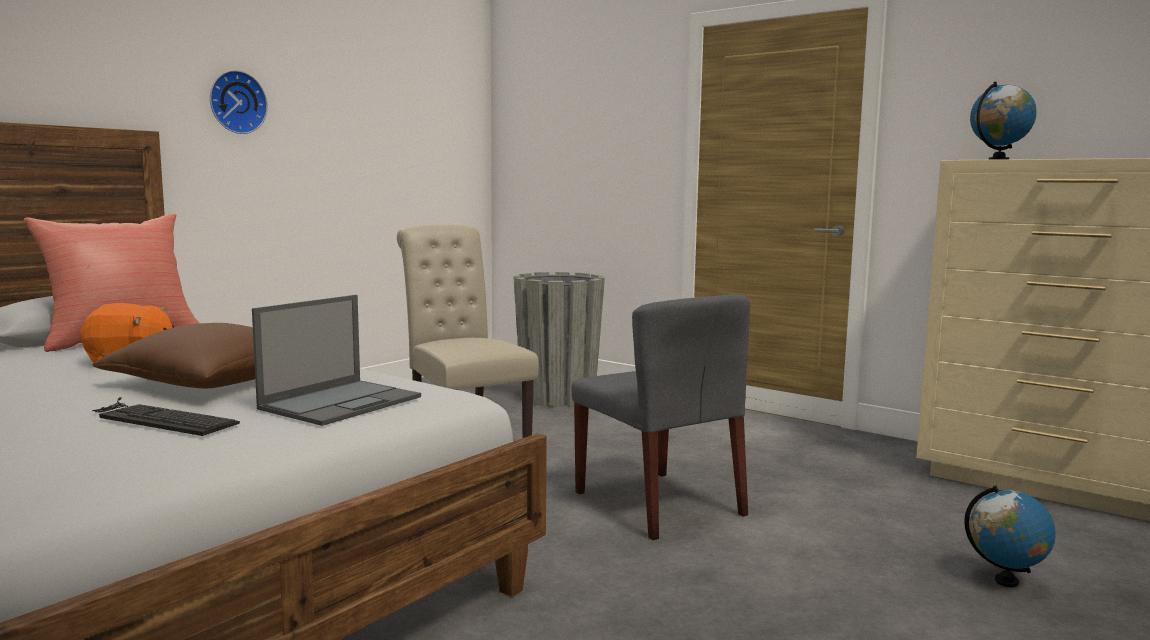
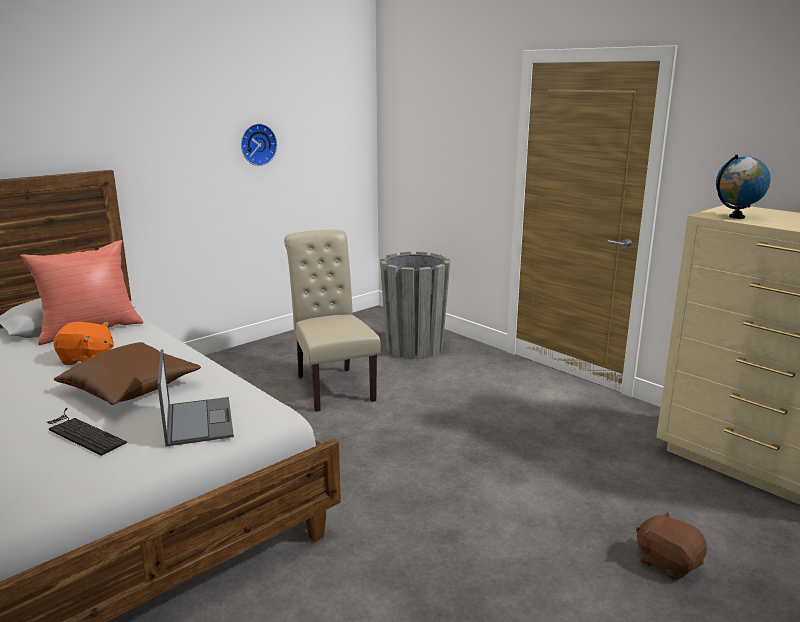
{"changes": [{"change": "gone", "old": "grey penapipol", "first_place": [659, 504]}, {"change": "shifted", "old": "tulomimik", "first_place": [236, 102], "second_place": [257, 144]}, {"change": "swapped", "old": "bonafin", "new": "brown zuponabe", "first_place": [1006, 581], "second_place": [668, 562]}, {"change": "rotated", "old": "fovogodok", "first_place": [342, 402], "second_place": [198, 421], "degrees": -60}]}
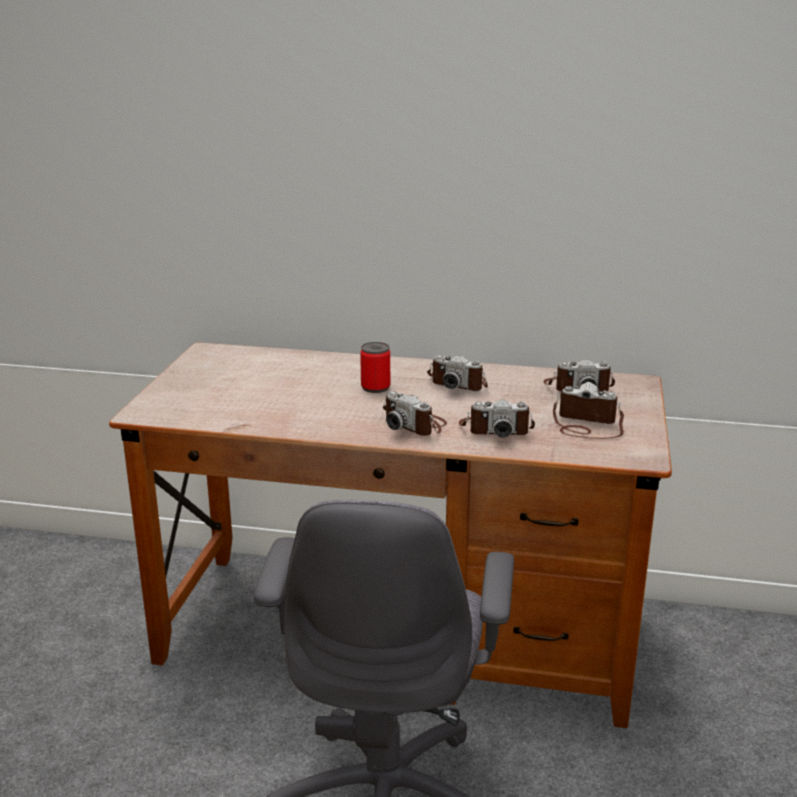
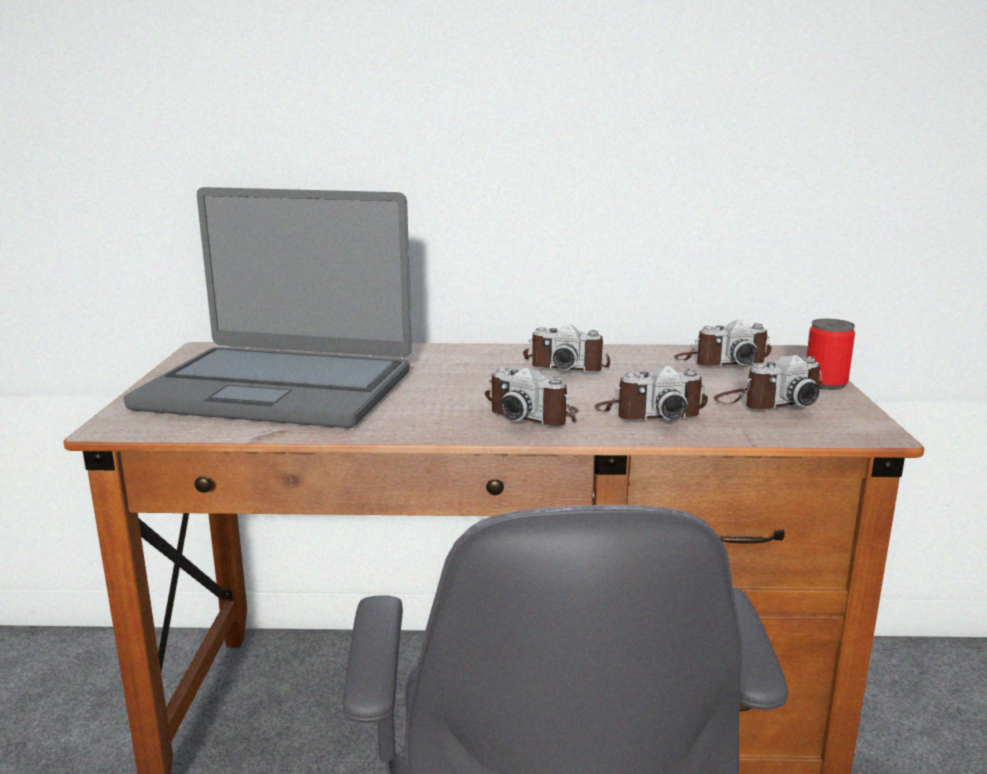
{"changes": [{"change": "new", "new": "fovogodok", "second_place": [279, 388]}, {"change": "shifted", "old": "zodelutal", "first_place": [375, 387], "second_place": [825, 384]}, {"change": "rotated", "old": "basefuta", "first_place": [586, 426], "second_place": [767, 402], "degrees": 150}]}
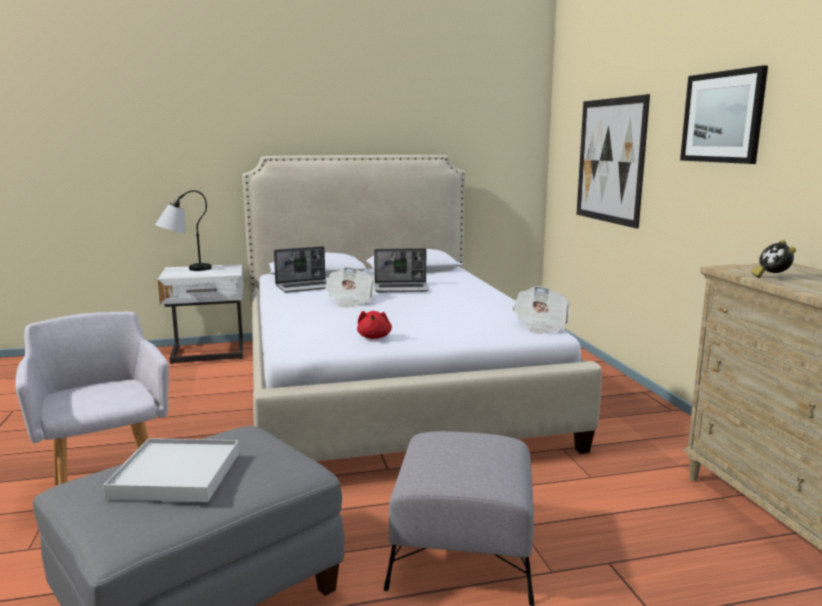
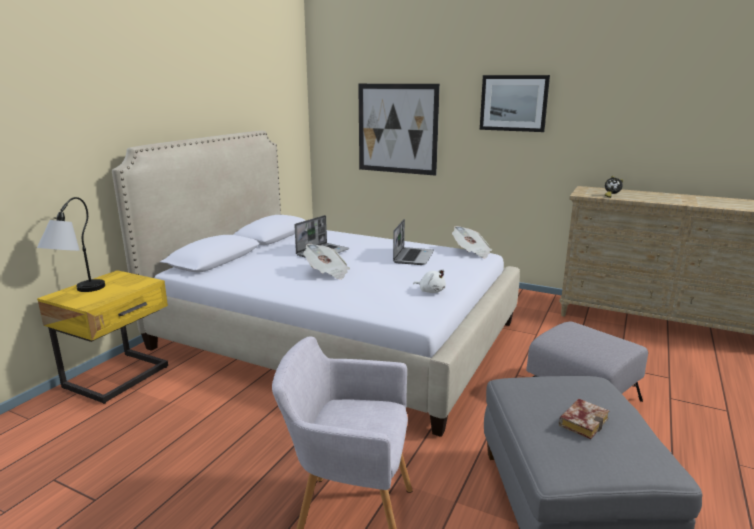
{"changes": [{"change": "shifted", "old": "fovogodok", "first_place": [306, 287], "second_place": [413, 257]}, {"change": "swapped", "old": "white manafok", "new": "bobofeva", "first_place": [177, 474], "second_place": [582, 421]}, {"change": "repainted", "old": "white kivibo", "new": "yellow kivibo", "first_place": [208, 354], "second_place": [119, 377]}, {"change": "repainted", "old": "red zuponabe", "new": "white zuponabe", "first_place": [374, 337], "second_place": [430, 291]}]}
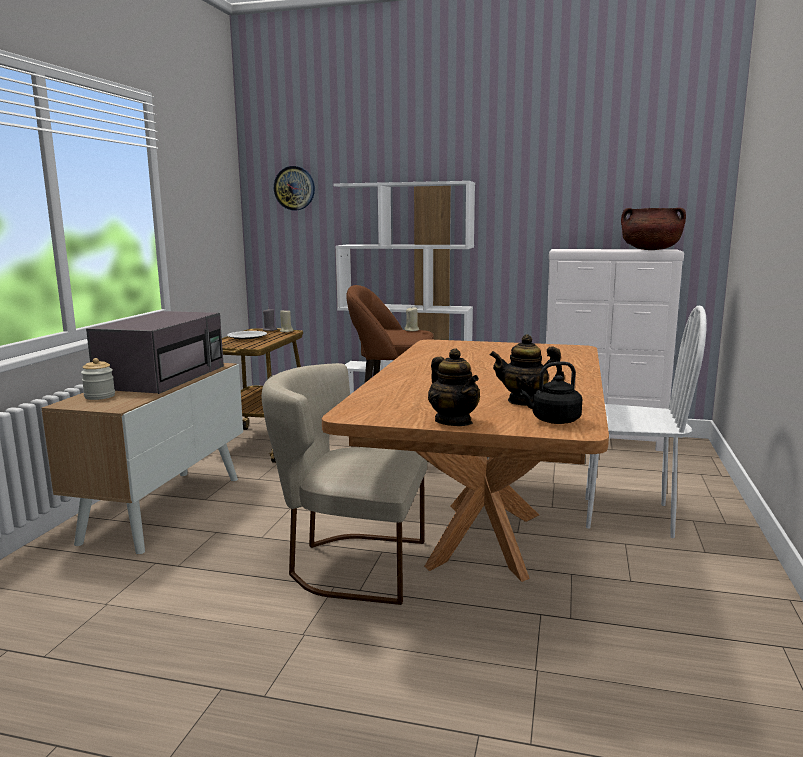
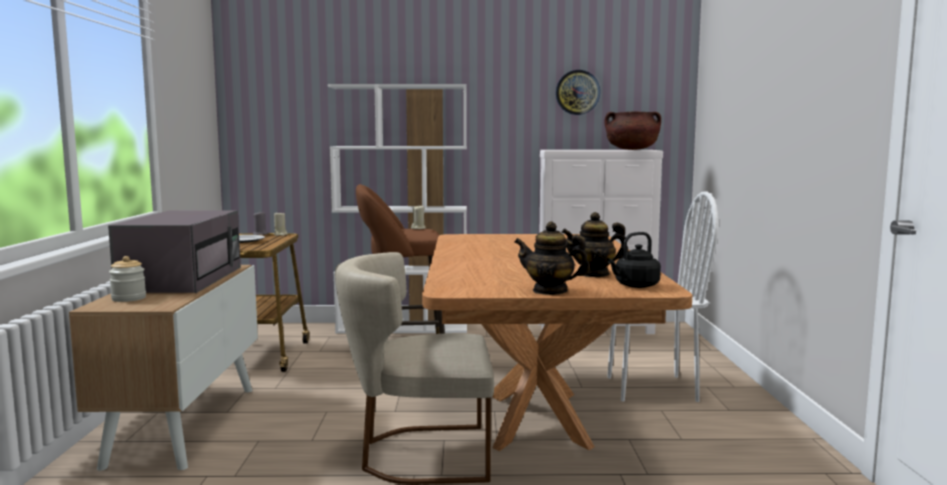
{"changes": [{"change": "shifted", "old": "tulomimik", "first_place": [294, 188], "second_place": [577, 92]}, {"change": "rotated", "old": "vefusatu", "first_place": [453, 421], "second_place": [550, 291], "degrees": 150}]}
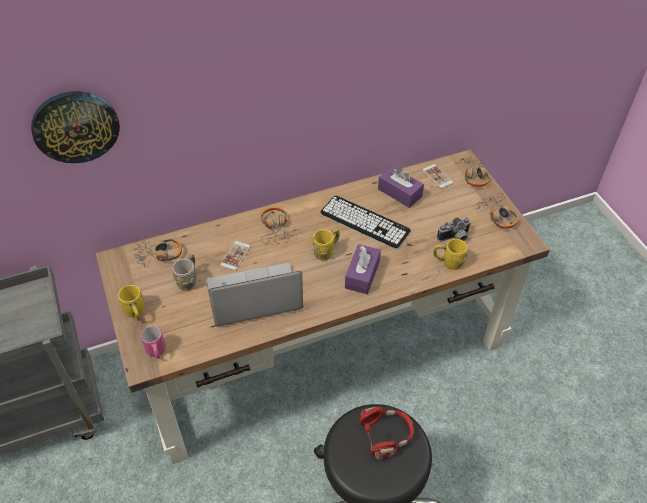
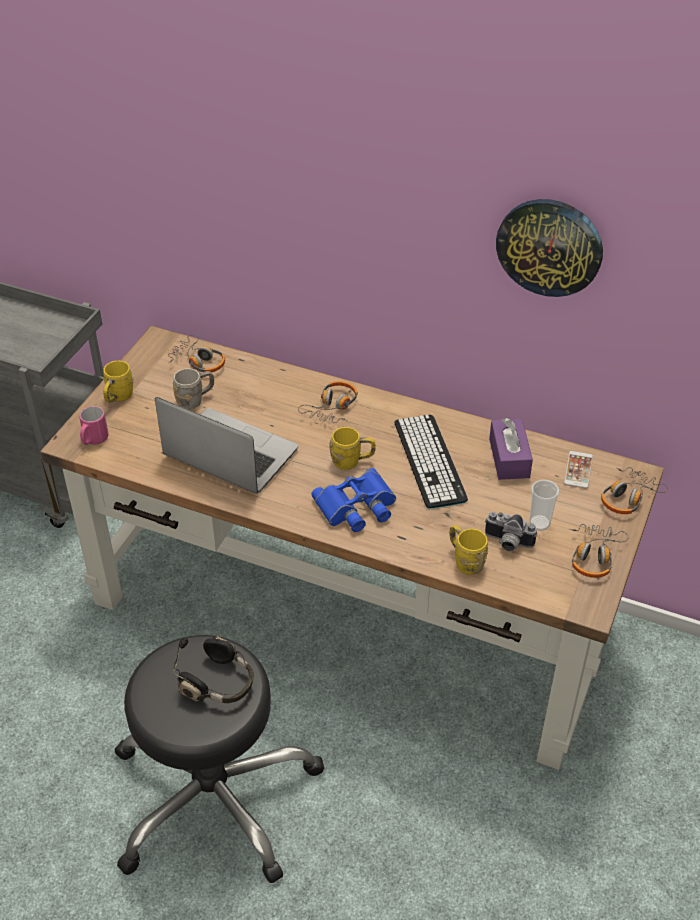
{"changes": [{"change": "gone", "old": "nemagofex", "first_place": [235, 256]}, {"change": "new", "new": "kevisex", "second_place": [539, 523]}, {"change": "shifted", "old": "tulomimik", "first_place": [75, 126], "second_place": [549, 246]}, {"change": "swapped", "old": "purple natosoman", "new": "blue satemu", "first_place": [362, 275], "second_place": [357, 507]}, {"change": "repainted", "old": "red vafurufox", "new": "black vafurufox", "first_place": [386, 435], "second_place": [219, 683]}]}
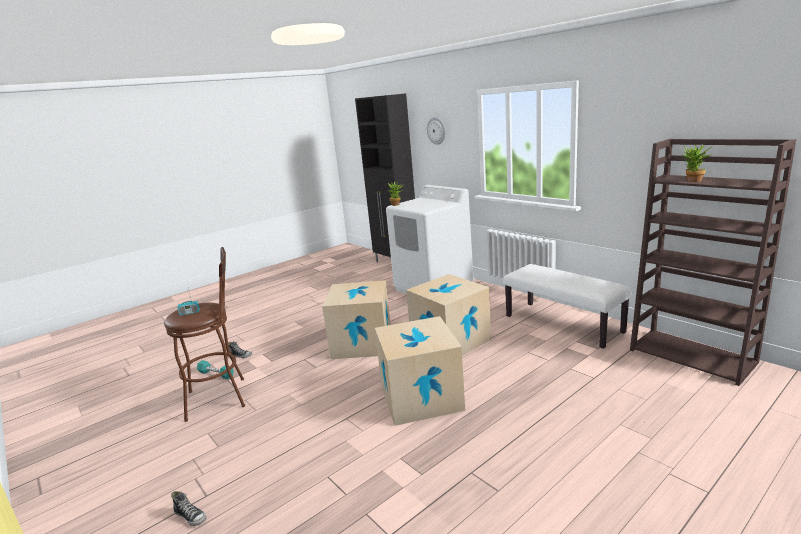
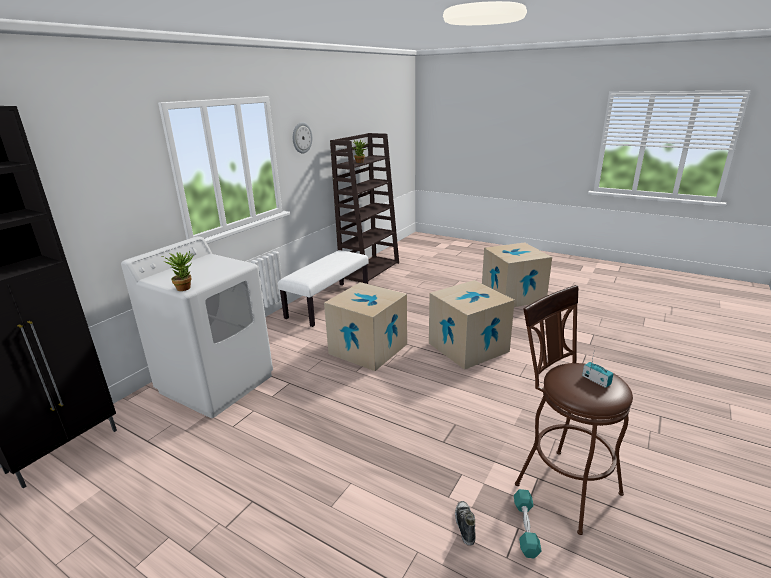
{"changes": [{"change": "gone", "old": "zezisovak", "first_place": [191, 516]}, {"change": "shifted", "old": "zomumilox", "first_place": [362, 343], "second_place": [512, 295]}, {"change": "shifted", "old": "tulomimik", "first_place": [436, 130], "second_place": [301, 137]}]}
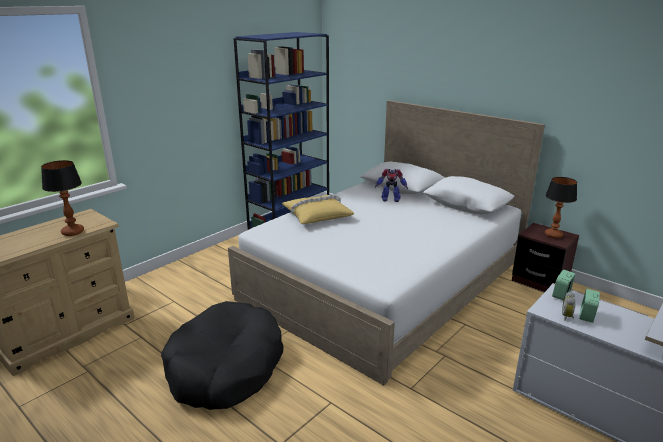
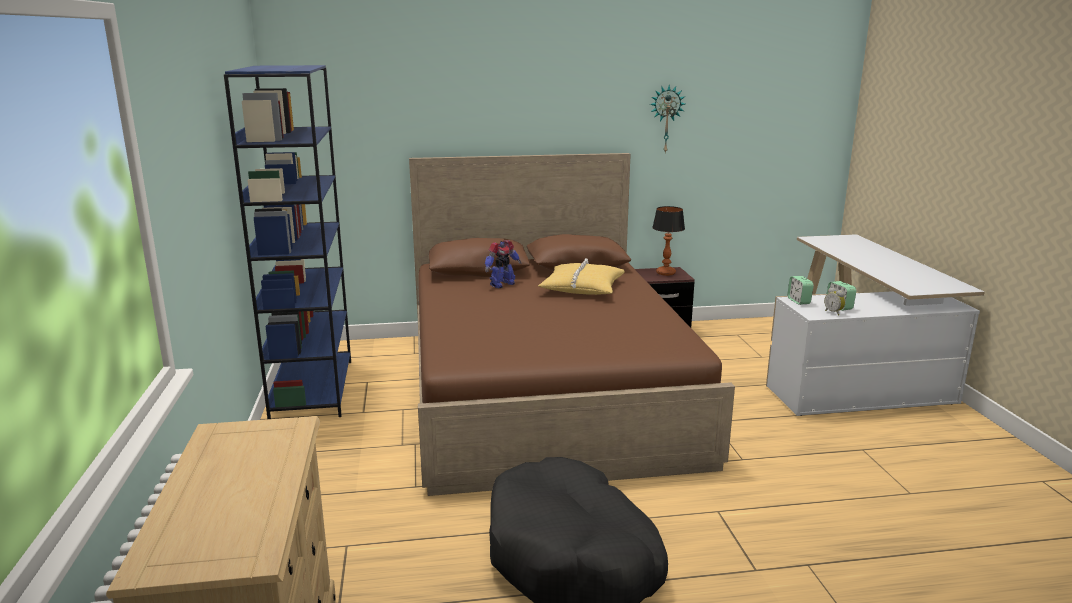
{"changes": [{"change": "gone", "old": "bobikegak", "first_place": [73, 232]}, {"change": "new", "new": "tulomimik", "second_place": [666, 119]}, {"change": "shifted", "old": "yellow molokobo", "first_place": [316, 215], "second_place": [582, 288]}, {"change": "repainted", "old": "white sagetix", "new": "brown sagetix", "first_place": [385, 281], "second_place": [546, 391]}]}
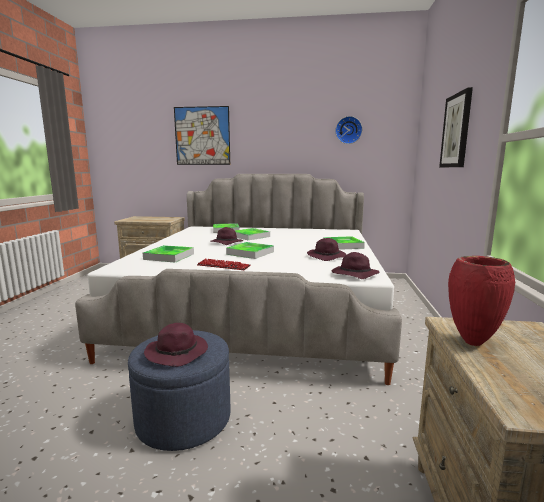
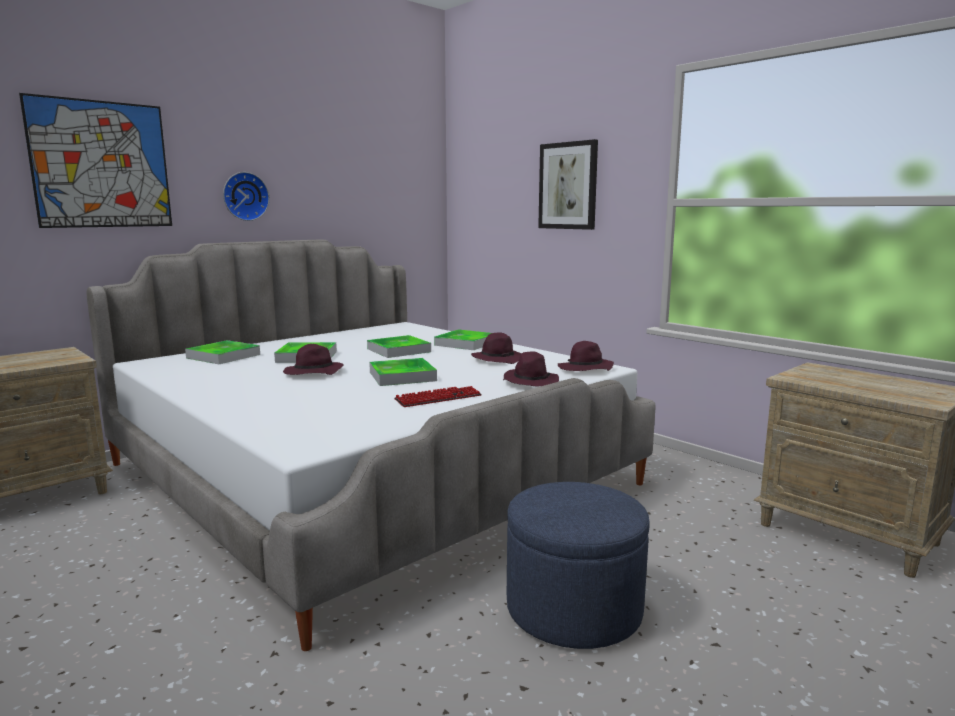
{"changes": [{"change": "gone", "old": "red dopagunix", "first_place": [471, 342]}, {"change": "shifted", "old": "manafok", "first_place": [169, 256], "second_place": [399, 350]}, {"change": "shifted", "old": "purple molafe", "first_place": [178, 352], "second_place": [530, 382]}, {"change": "shifted", "old": "tulomimik", "first_place": [348, 130], "second_place": [245, 196]}]}
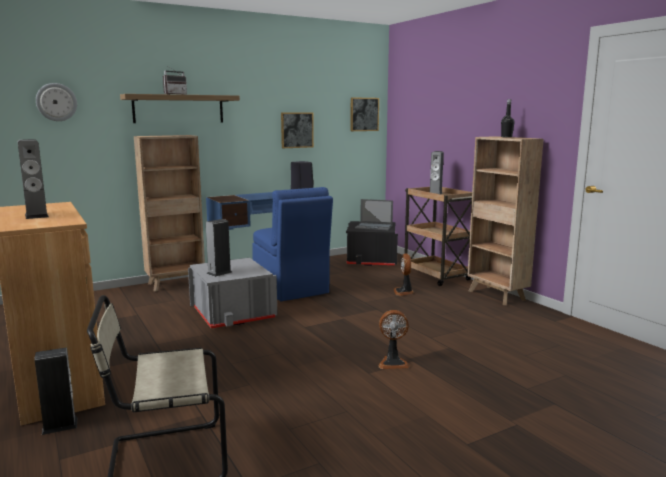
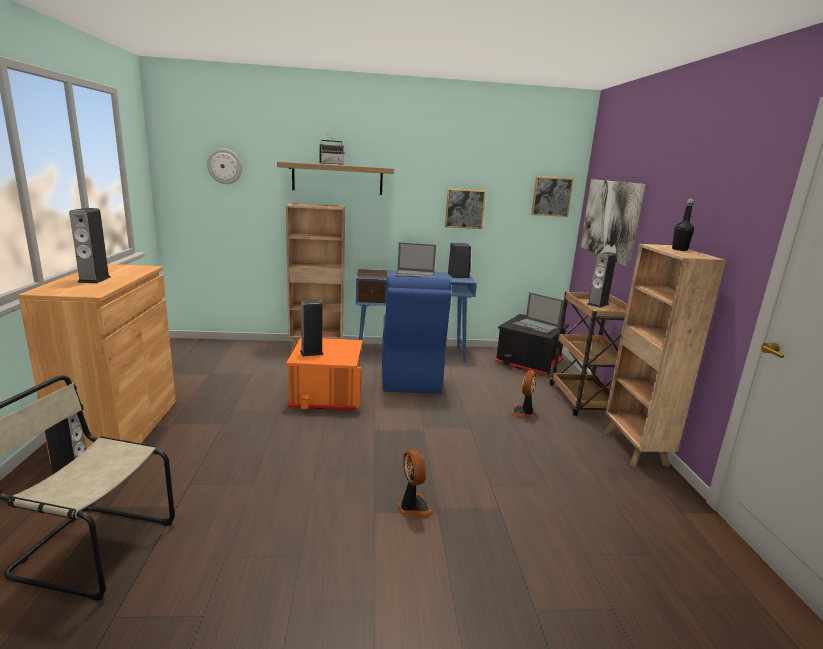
{"changes": [{"change": "new", "new": "fovogodok", "second_place": [415, 275]}, {"change": "new", "new": "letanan", "second_place": [610, 219]}, {"change": "repainted", "old": "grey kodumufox", "new": "orange kodumufox", "first_place": [233, 313], "second_place": [327, 394]}, {"change": "rotated", "old": "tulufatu", "first_place": [393, 363], "second_place": [413, 507], "degrees": -135}]}
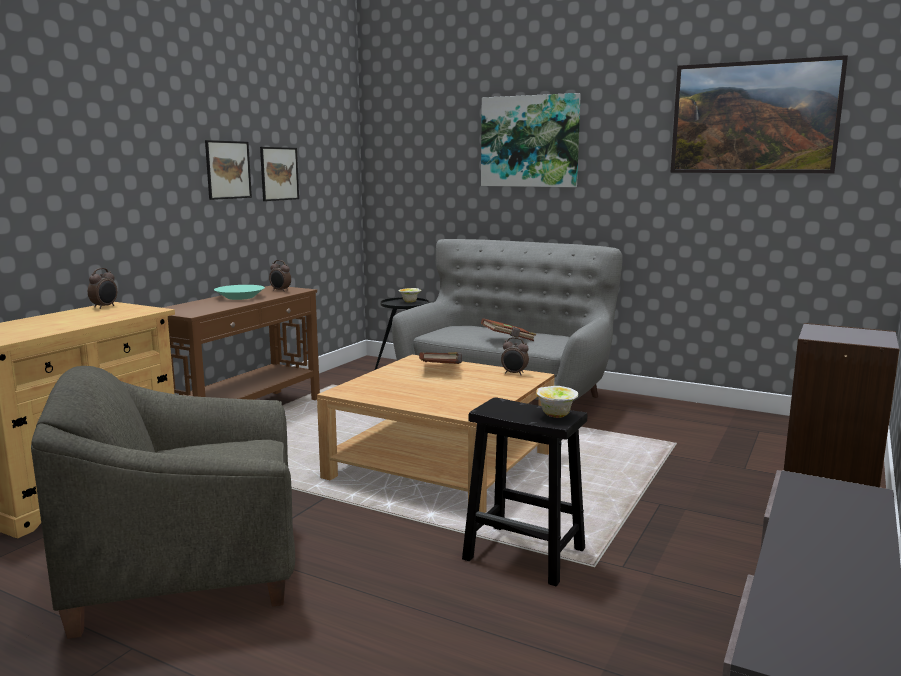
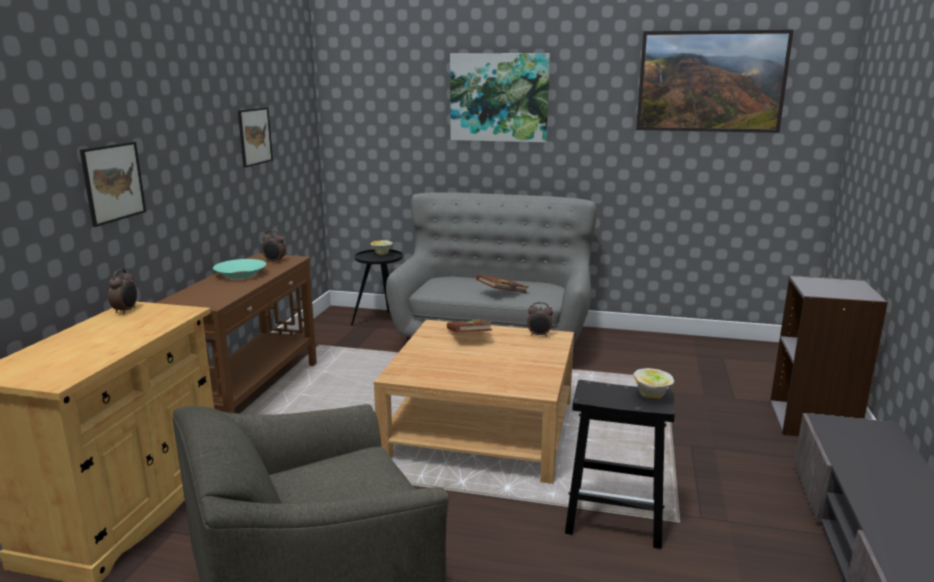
{"changes": [{"change": "shifted", "old": "letanan", "first_place": [228, 170], "second_place": [113, 182]}]}
